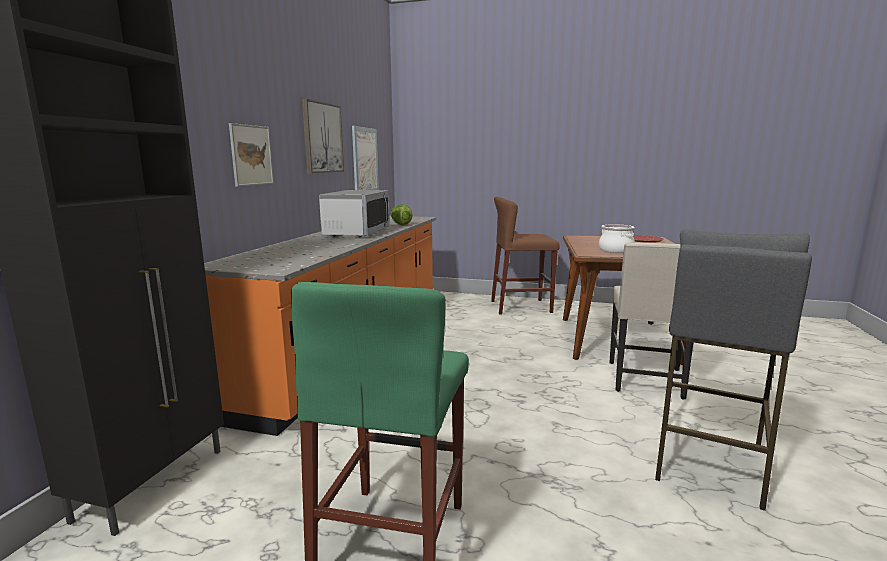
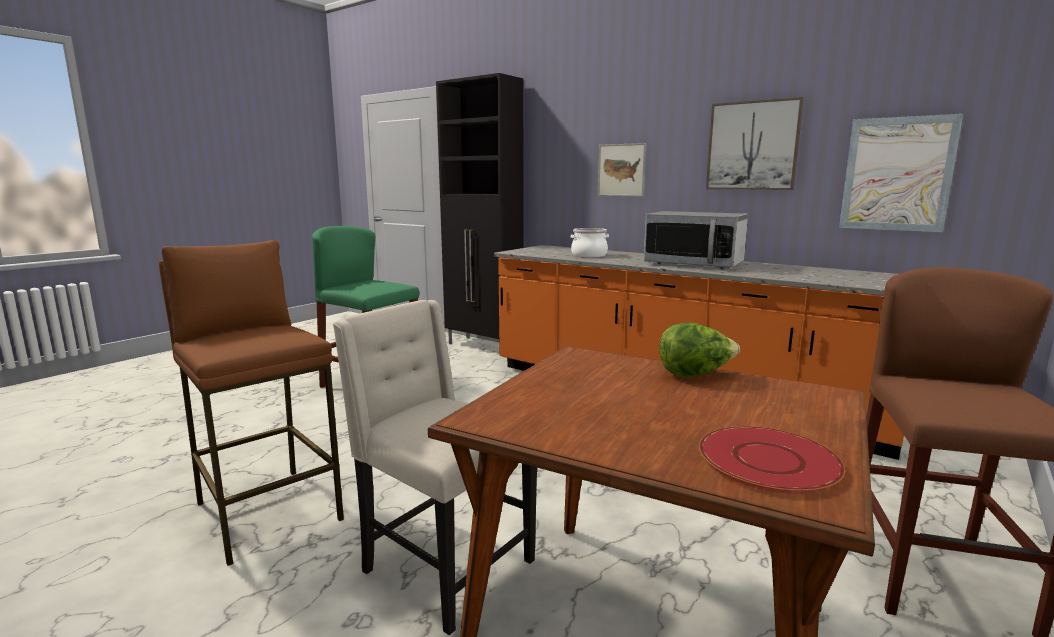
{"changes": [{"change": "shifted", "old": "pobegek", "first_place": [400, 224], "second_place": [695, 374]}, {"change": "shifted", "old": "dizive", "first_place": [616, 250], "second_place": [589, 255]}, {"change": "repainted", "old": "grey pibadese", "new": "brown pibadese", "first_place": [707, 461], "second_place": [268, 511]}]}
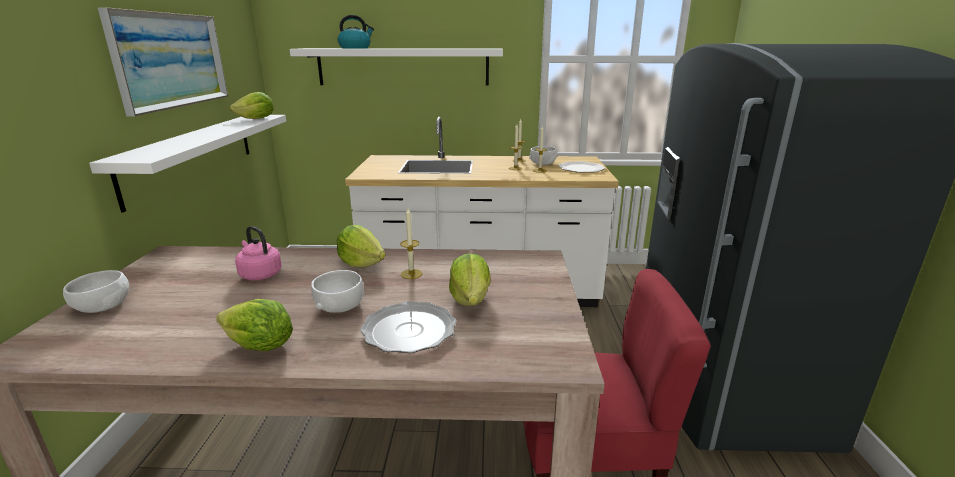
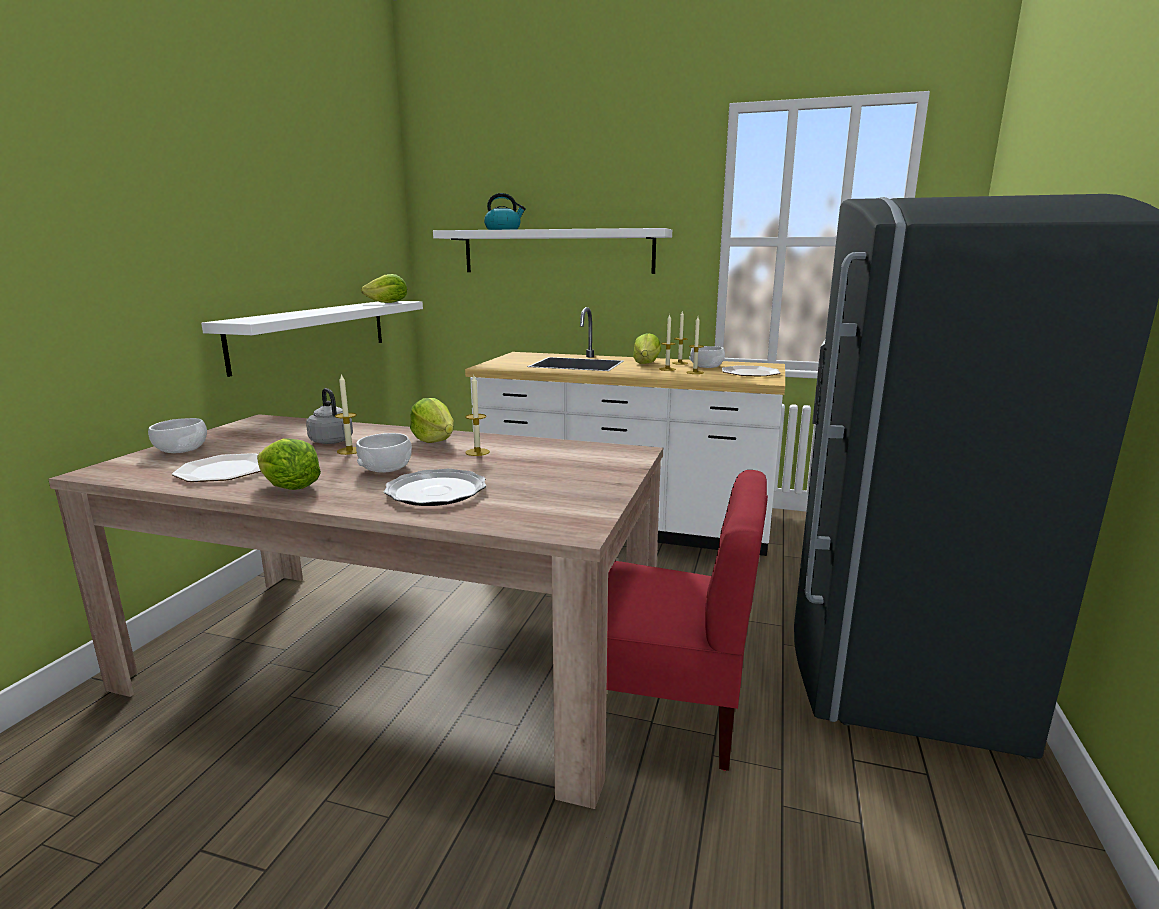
{"changes": [{"change": "gone", "old": "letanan", "first_place": [171, 60]}, {"change": "new", "new": "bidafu", "second_place": [225, 470]}, {"change": "new", "new": "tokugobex", "second_place": [349, 451]}, {"change": "shifted", "old": "pobegek", "first_place": [470, 299], "second_place": [646, 363]}, {"change": "repainted", "old": "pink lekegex", "new": "grey lekegex", "first_place": [259, 274], "second_place": [330, 440]}]}
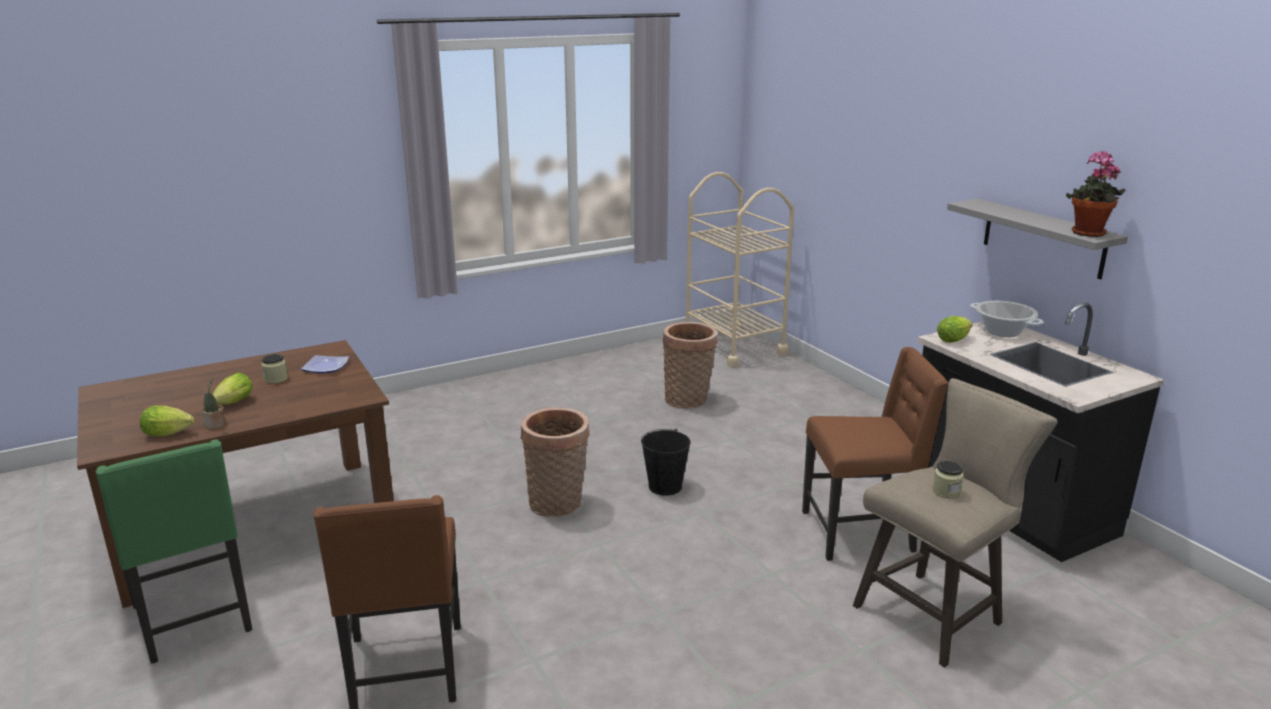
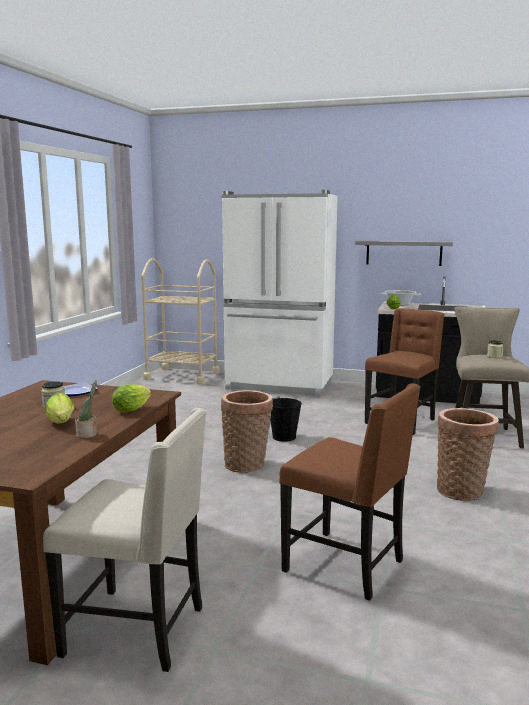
{"changes": [{"change": "gone", "old": "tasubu", "first_place": [1087, 234]}, {"change": "new", "new": "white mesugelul", "second_place": [279, 385]}, {"change": "shifted", "old": "pobegek", "first_place": [170, 434], "second_place": [133, 409]}, {"change": "shifted", "old": "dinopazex", "first_place": [688, 400], "second_place": [462, 490]}, {"change": "repainted", "old": "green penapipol", "new": "beige penapipol", "first_place": [195, 619], "second_place": [138, 630]}]}
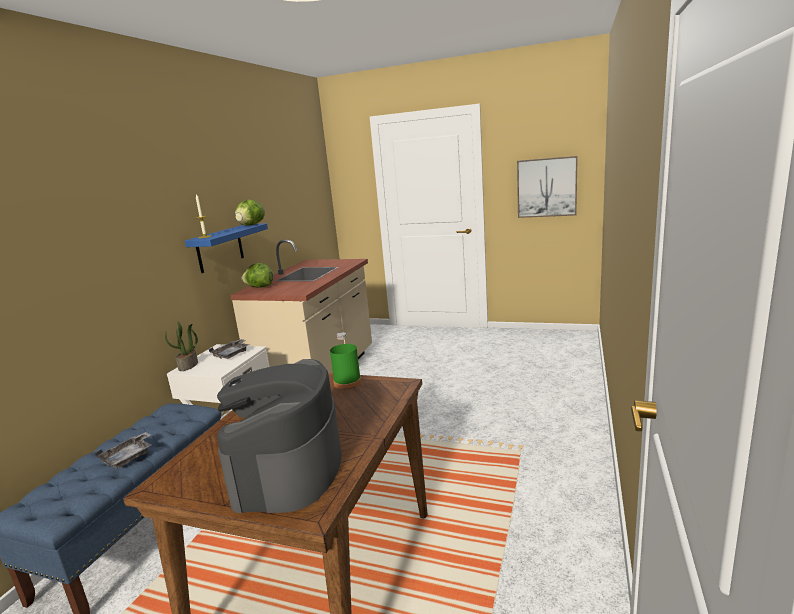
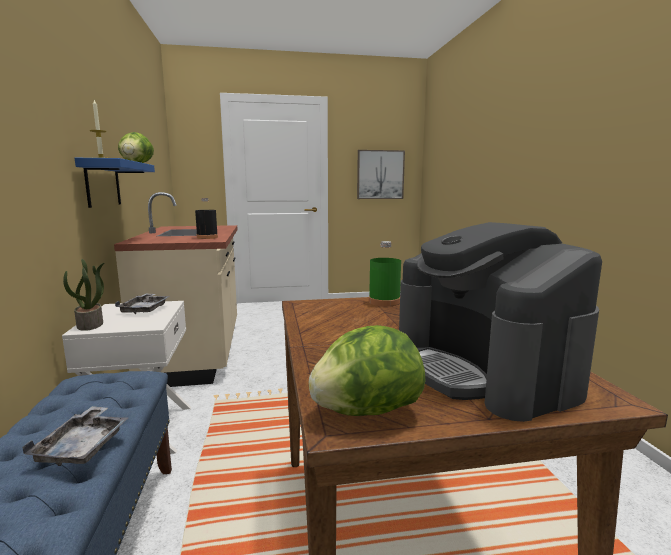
{"changes": [{"change": "new", "new": "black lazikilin", "second_place": [207, 237]}, {"change": "shifted", "old": "pobegek", "first_place": [259, 287], "second_place": [366, 411]}]}
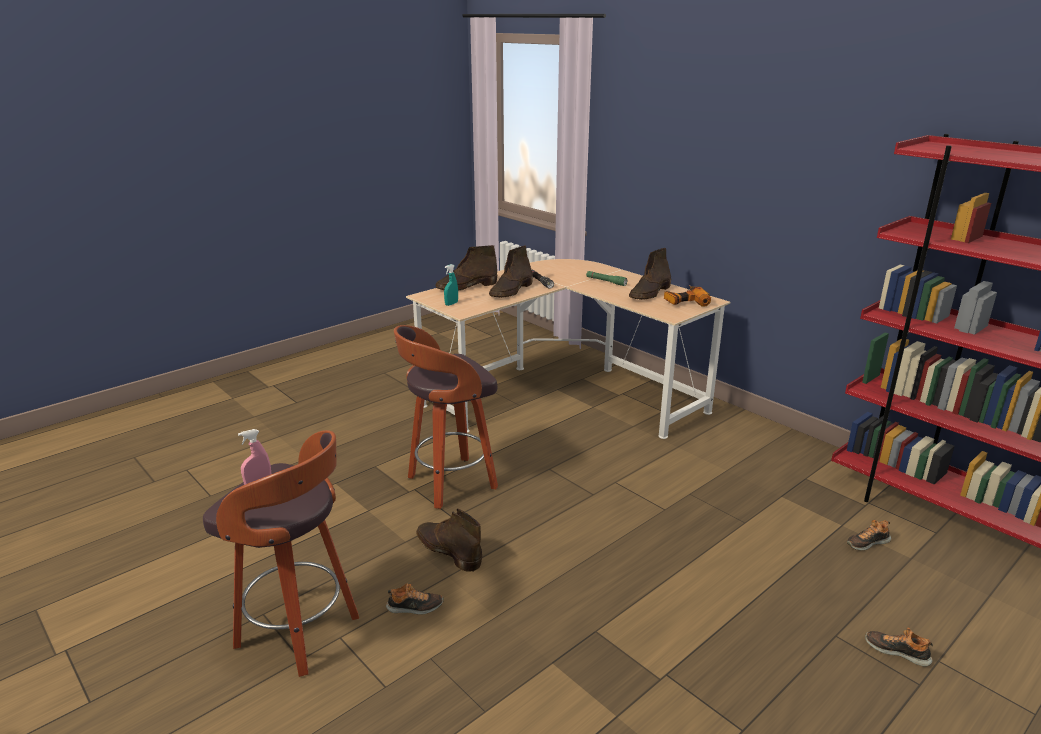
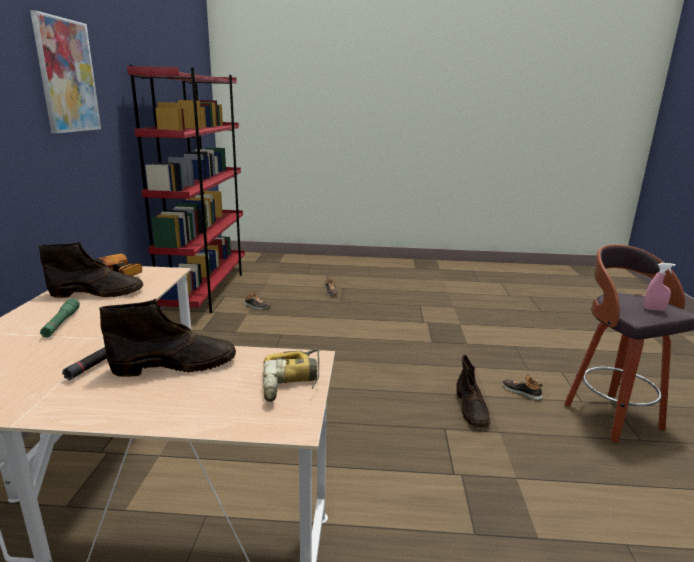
{"changes": [{"change": "gone", "old": "pibadese", "first_place": [450, 484]}, {"change": "gone", "old": "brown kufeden", "first_place": [466, 287]}, {"change": "new", "new": "letanan", "second_place": [67, 76]}, {"change": "swapped", "old": "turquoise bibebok", "new": "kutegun", "first_place": [451, 304], "second_place": [293, 382]}]}
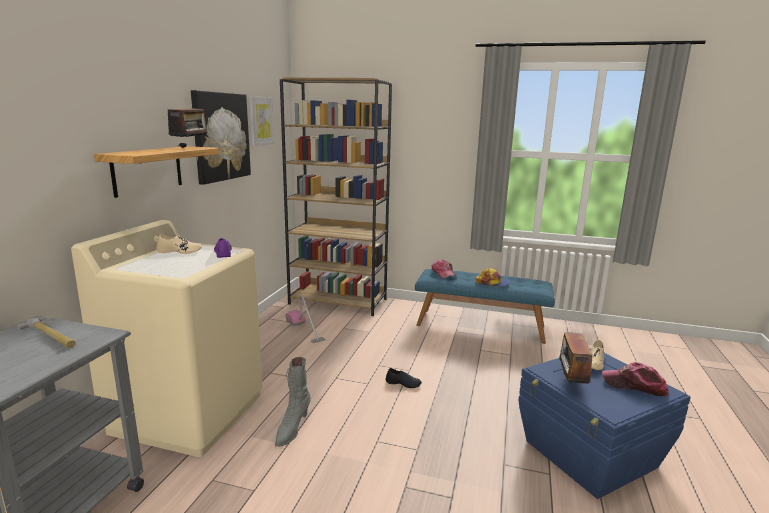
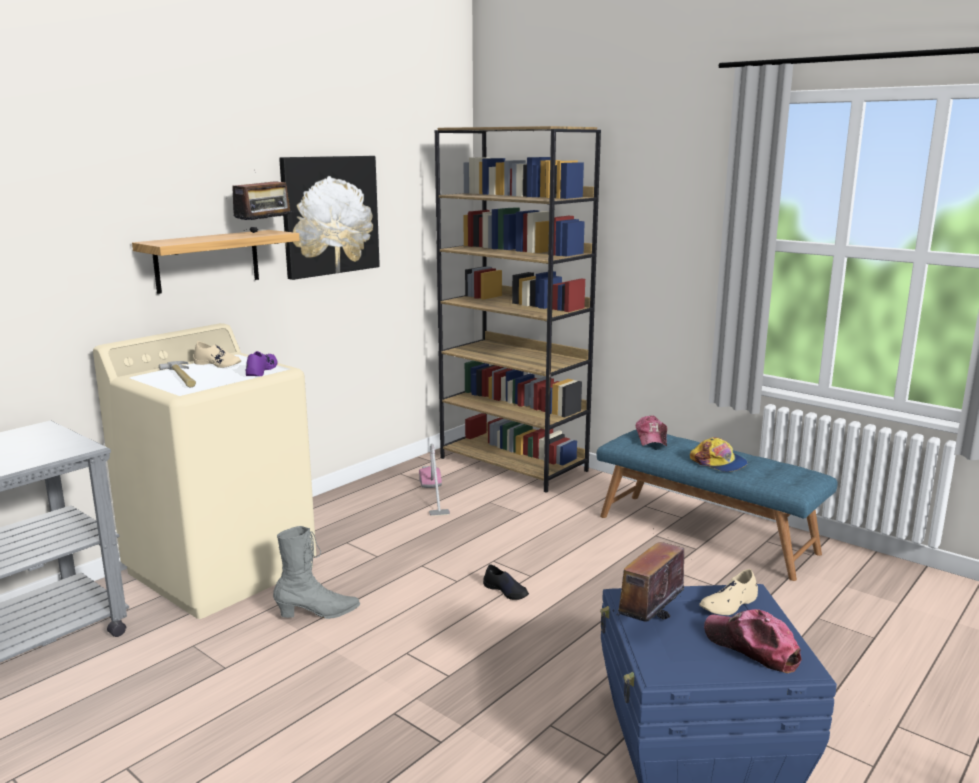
{"changes": [{"change": "gone", "old": "letanan", "first_place": [260, 121]}, {"change": "shifted", "old": "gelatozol", "first_place": [51, 336], "second_place": [181, 377]}, {"change": "rotated", "old": "grey kufeden", "first_place": [292, 429], "second_place": [318, 613], "degrees": -150}]}
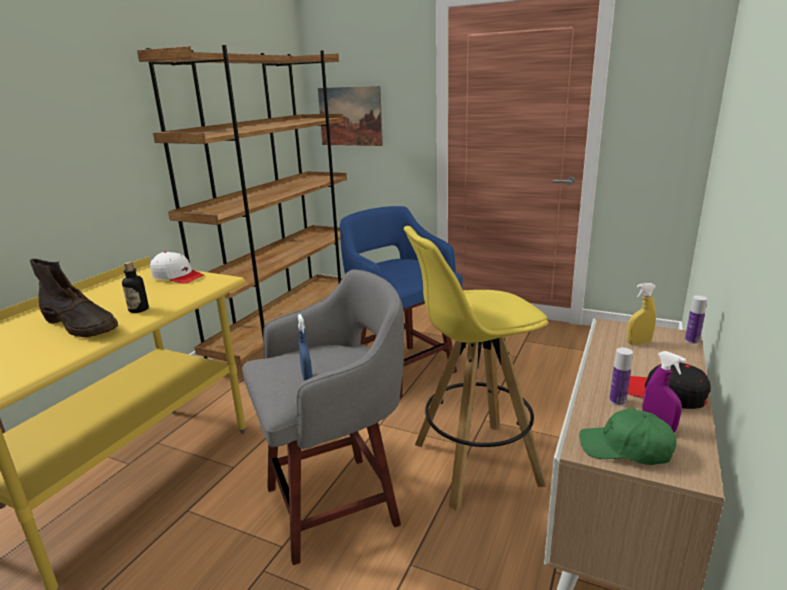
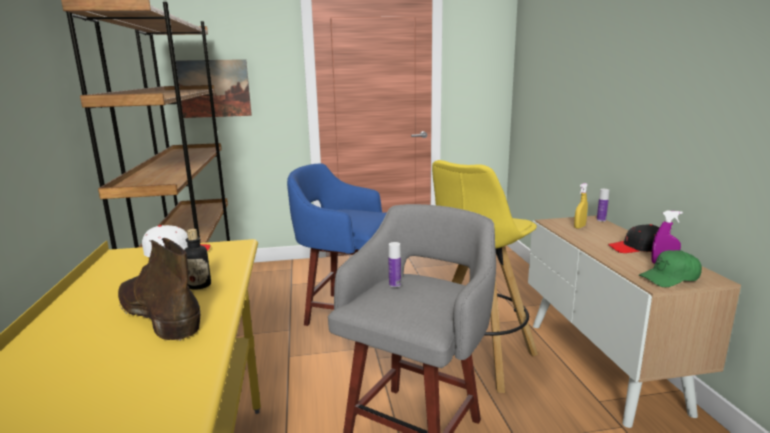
{"changes": [{"change": "gone", "old": "blue bibebok", "first_place": [307, 378]}, {"change": "shifted", "old": "lazikilin", "first_place": [617, 401], "second_place": [395, 285]}, {"change": "rotated", "old": "brown kufeden", "first_place": [81, 325], "second_place": [158, 314], "degrees": -135}]}
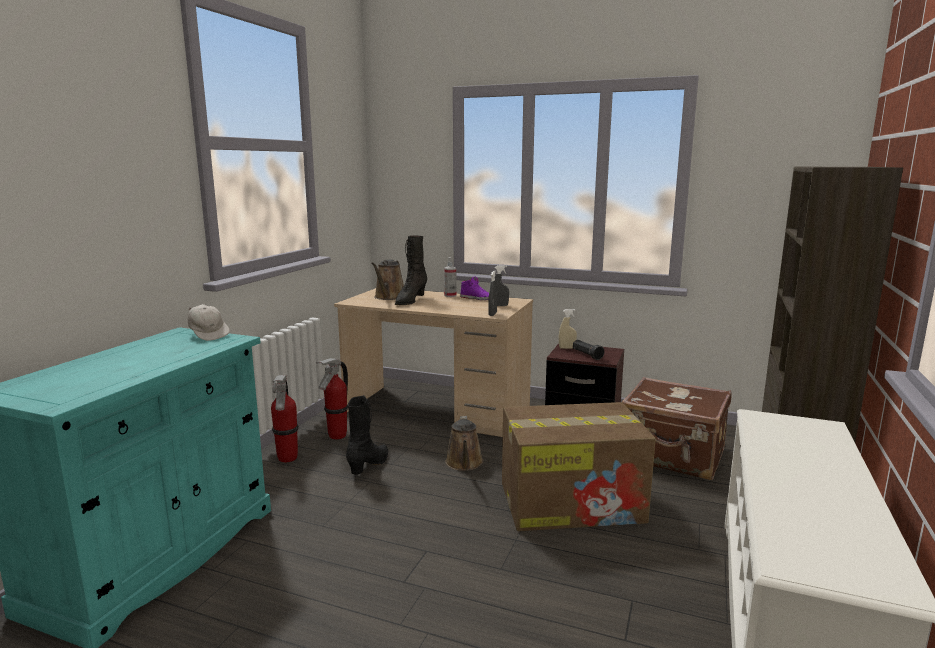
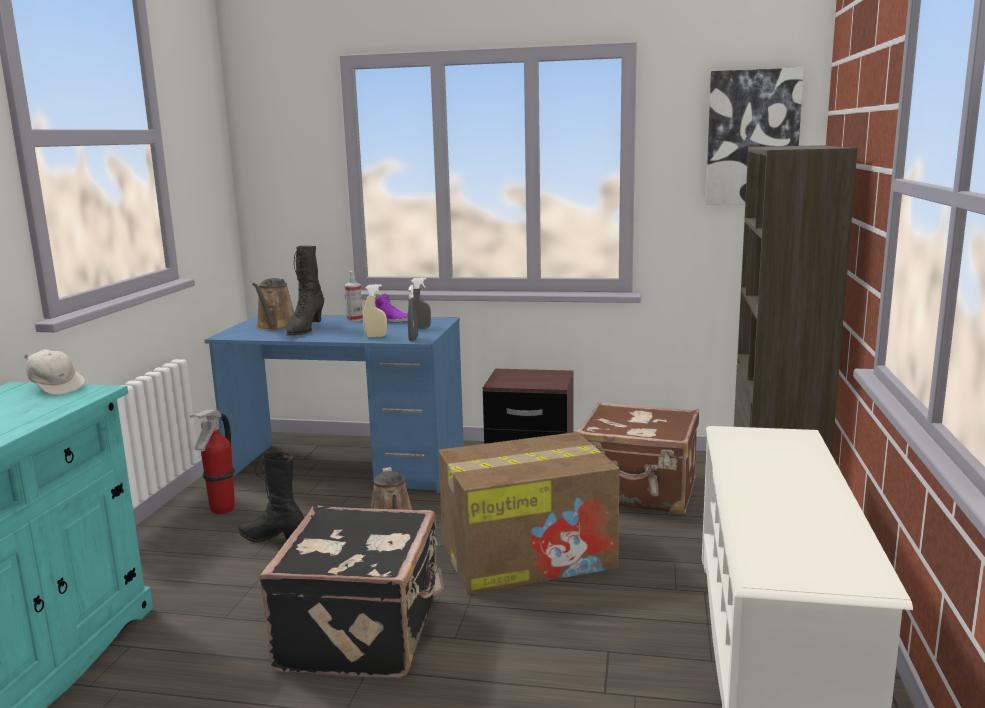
{"changes": [{"change": "gone", "old": "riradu", "first_place": [287, 458]}, {"change": "gone", "old": "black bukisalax", "first_place": [587, 355]}, {"change": "new", "new": "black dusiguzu", "second_place": [364, 632]}, {"change": "new", "new": "letanan", "second_place": [752, 138]}, {"change": "shifted", "old": "beige bibebok", "first_place": [567, 348], "second_place": [376, 337]}, {"change": "repainted", "old": "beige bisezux", "new": "blue bisezux", "first_place": [437, 411], "second_place": [348, 468]}, {"change": "rotated", "old": "black kufeden", "first_place": [370, 465], "second_place": [272, 540], "degrees": -75}]}
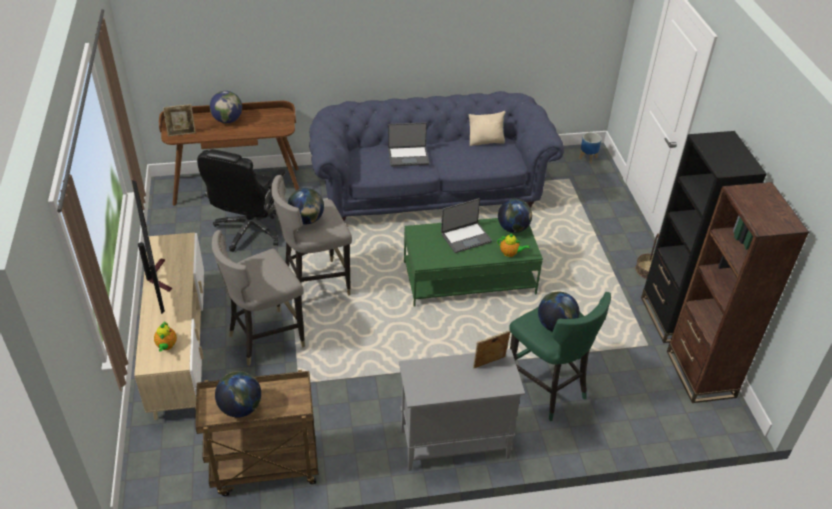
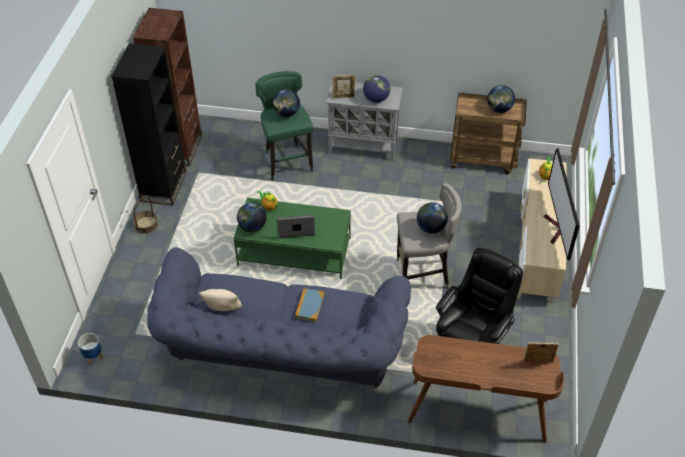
{"changes": [{"change": "gone", "old": "grey pibadese", "first_place": [265, 338]}, {"change": "shifted", "old": "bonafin", "first_place": [227, 120], "second_place": [376, 99]}, {"change": "swapped", "old": "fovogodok", "new": "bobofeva", "first_place": [408, 156], "second_place": [309, 306]}]}
